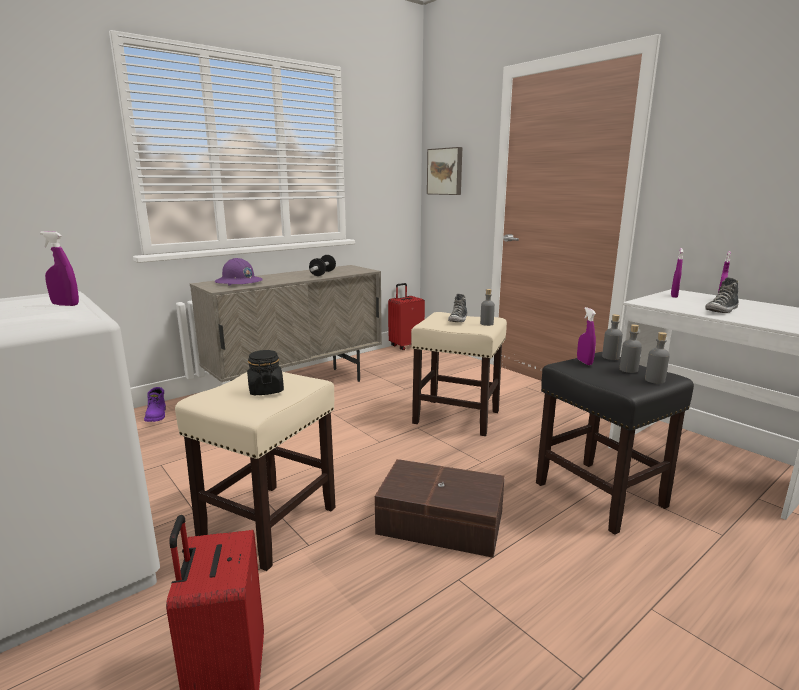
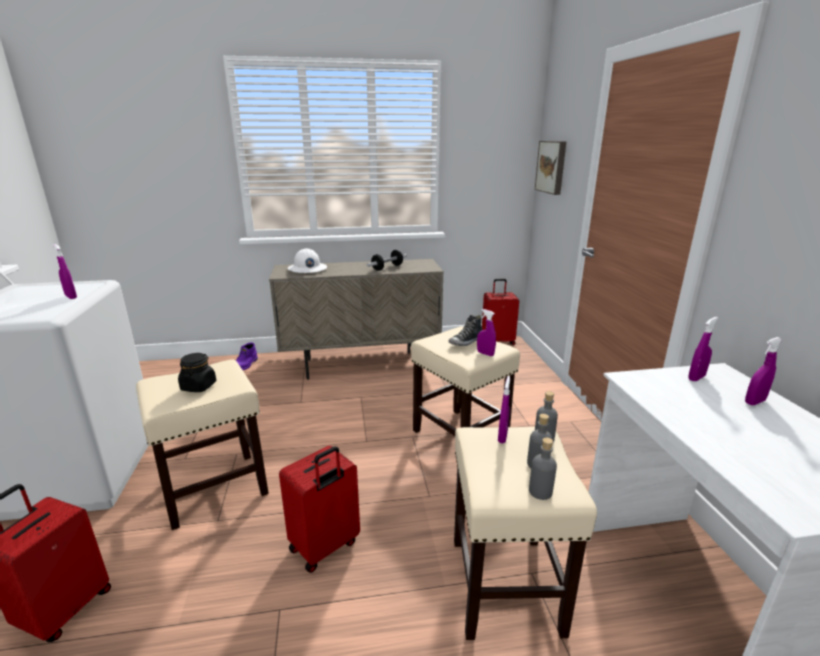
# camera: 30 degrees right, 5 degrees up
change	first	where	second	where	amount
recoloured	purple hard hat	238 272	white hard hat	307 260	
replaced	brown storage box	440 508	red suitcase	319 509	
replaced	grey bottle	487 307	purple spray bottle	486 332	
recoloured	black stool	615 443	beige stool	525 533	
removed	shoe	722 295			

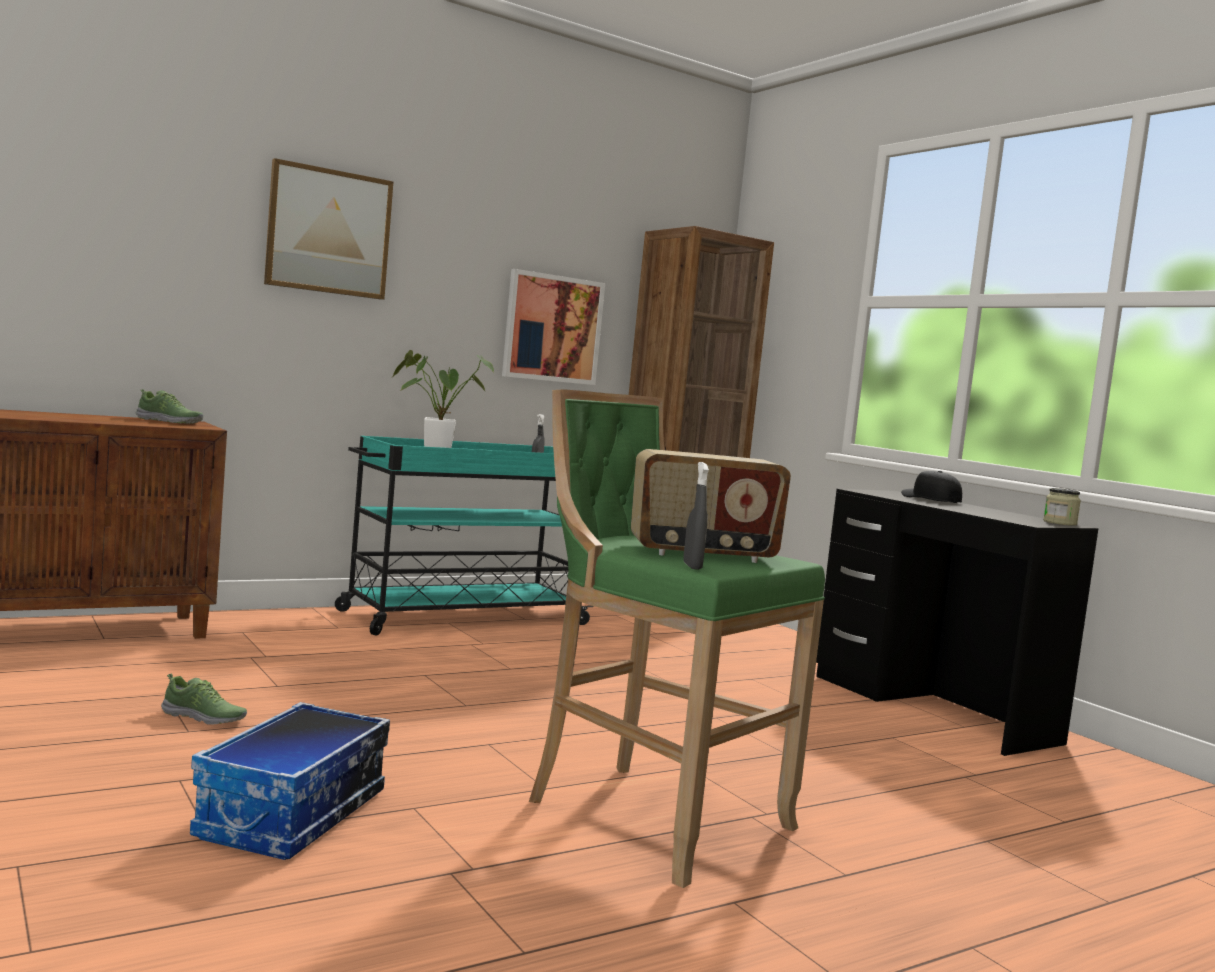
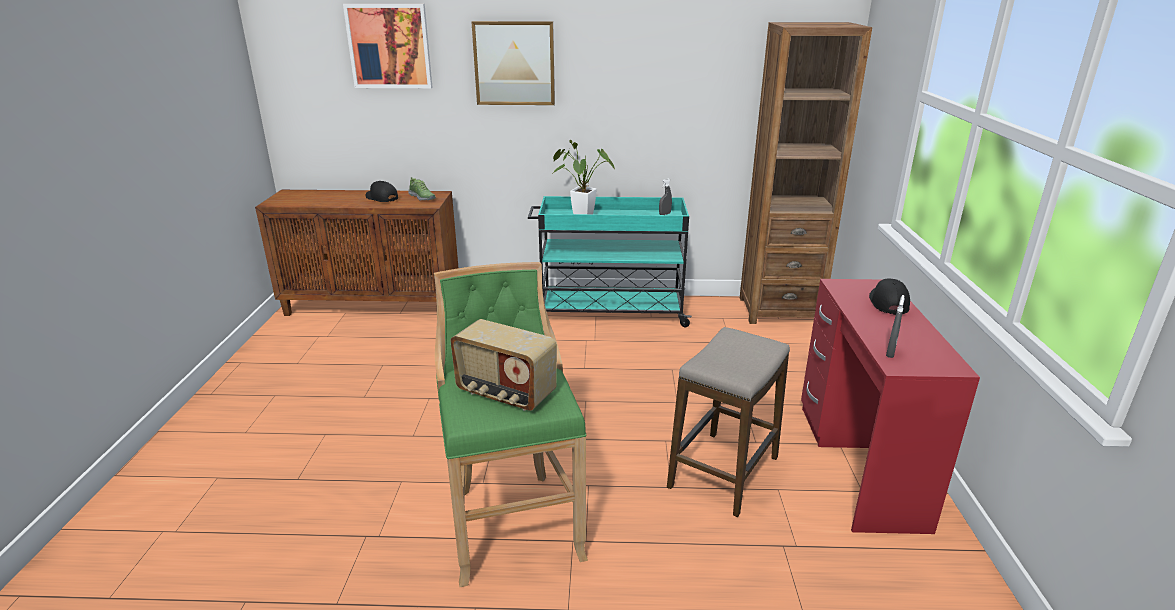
# camera: 35 degrees right, 20 degrees up
change	first	where	second	where	amount
removed	shoe	204 699			
removed	storage box	290 781			
moved	picture	553 327		388 46	
moved	grey spray bottle	696 516		895 326	
recoloured	black desk	957 622	red desk	890 406	
removed	jar	1062 507			
added			black cap	381 191	
added			stool	728 422	

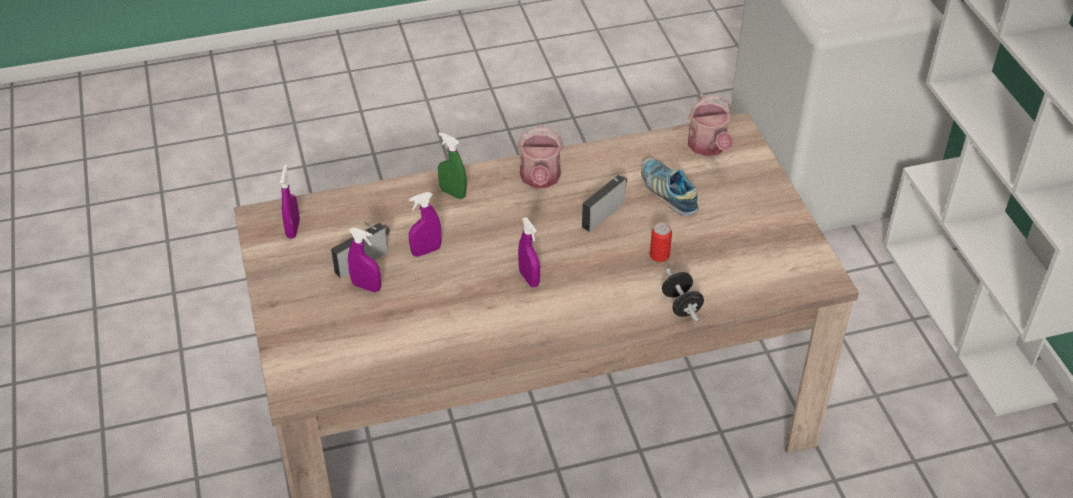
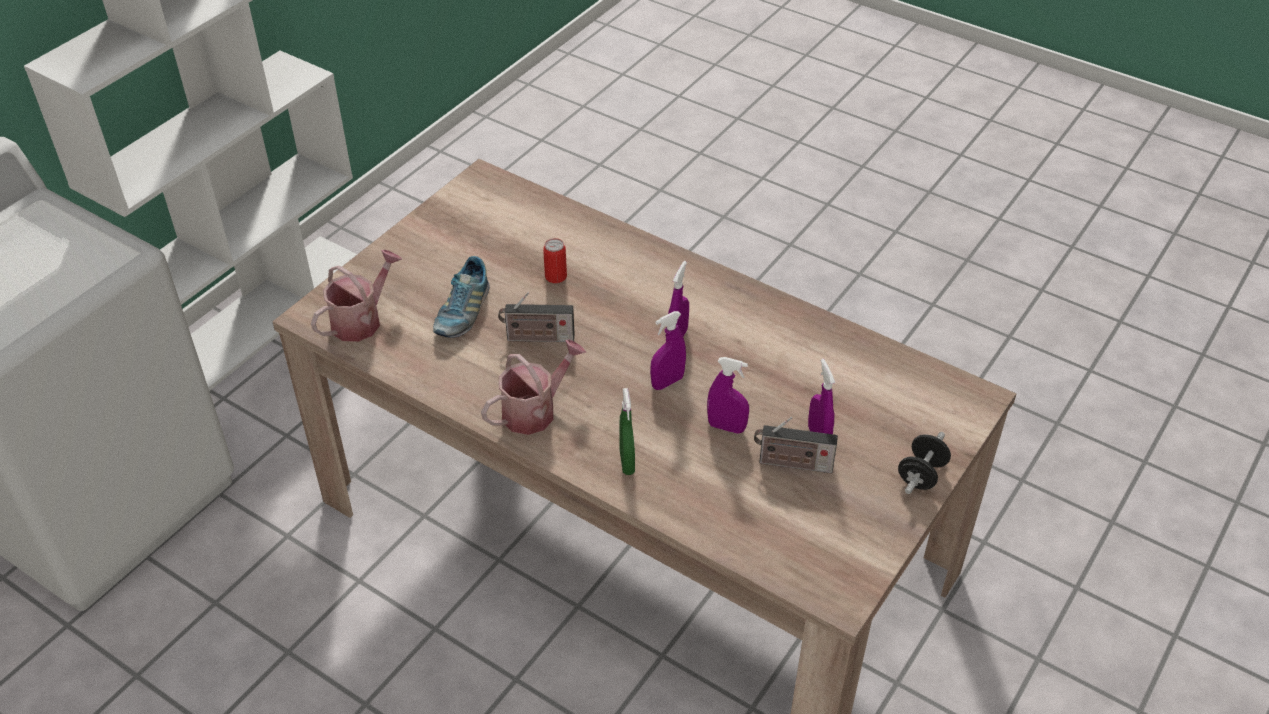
# camera: 130 degrees left, 0 degrees up
change	first	where	second	where	amount
moved	purple spray bottle	290 201		668 350	
moved	black dumbbell	683 295		924 463	

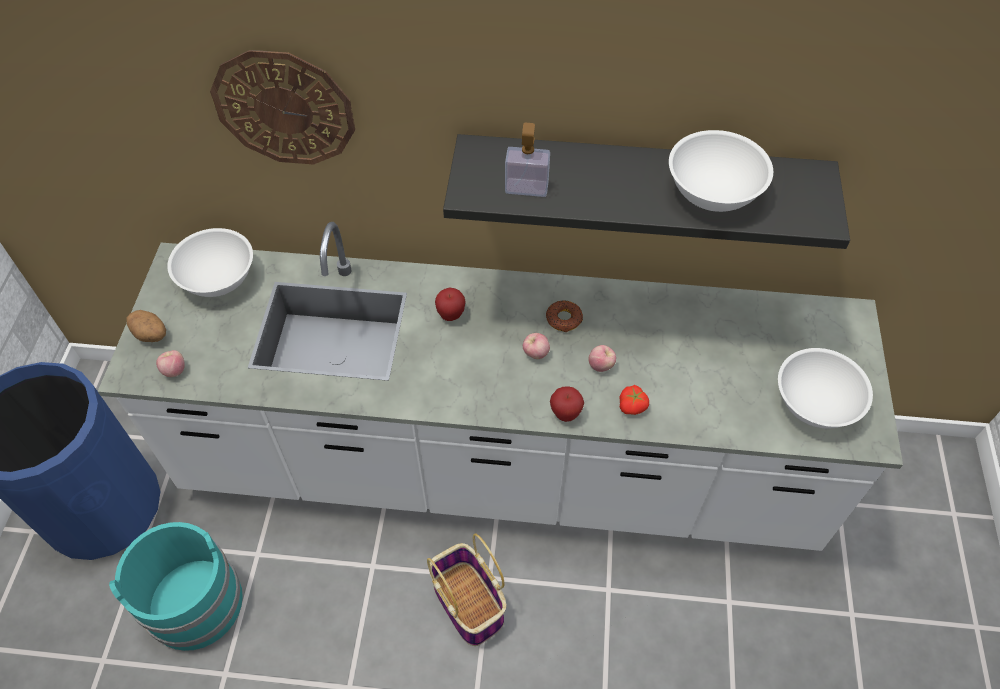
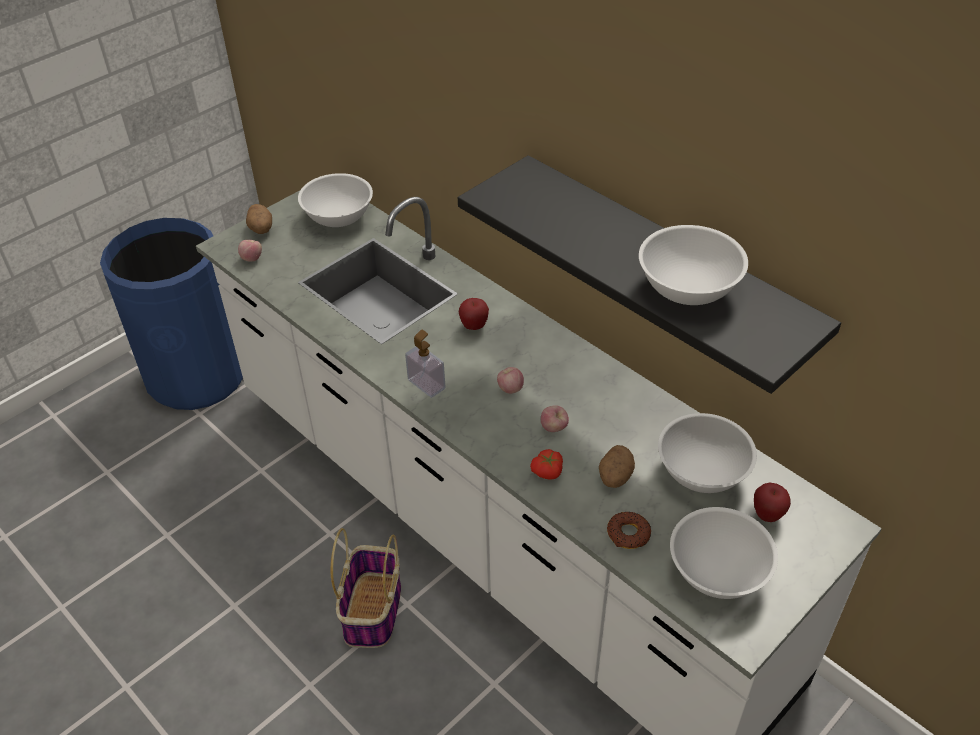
# camera: 40 degrees right, 10 degrees down
change	first	where	second	where	amount
removed	turquoise bucket	176 586			
removed	wall clock	282 107			
moved	soap dispenser	527 160		425 364	
moved	donut	564 316		629 530	
moved	apple	567 404		772 502	
added			potato	617 466	
added			white bowl	707 453	

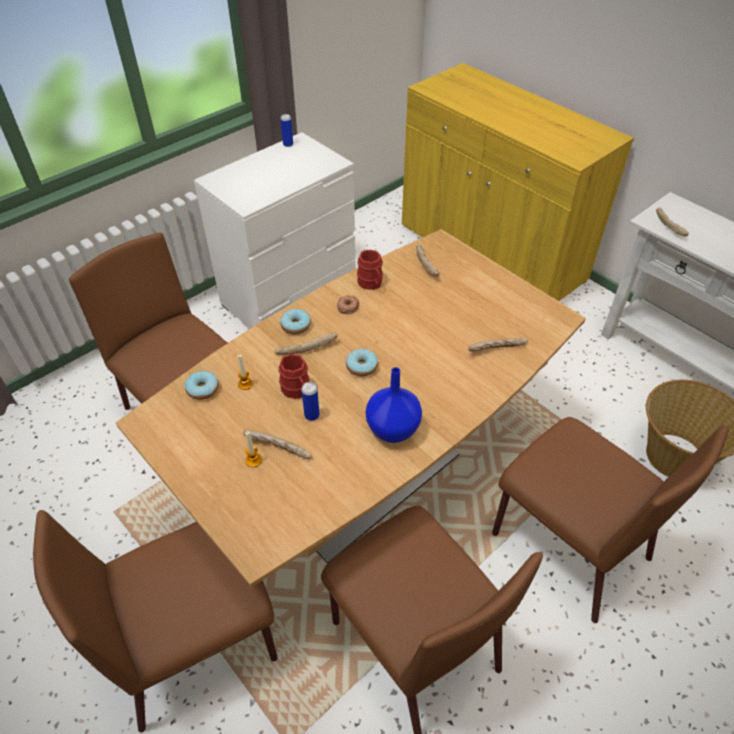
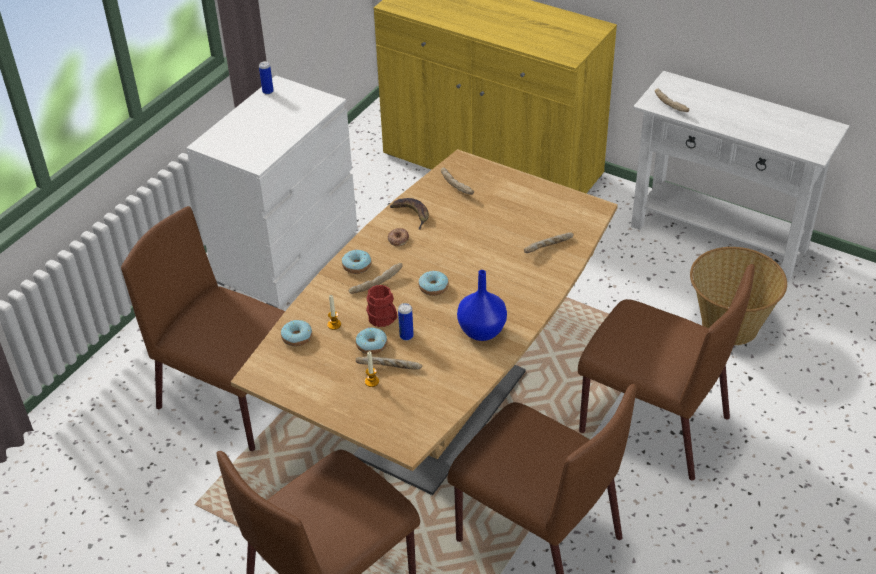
# camera: 15 degrees left, 5 degrees down
change	first	where	second	where	amount
replaced	red mug	370 270	banana	409 214	
added			donut	371 341	

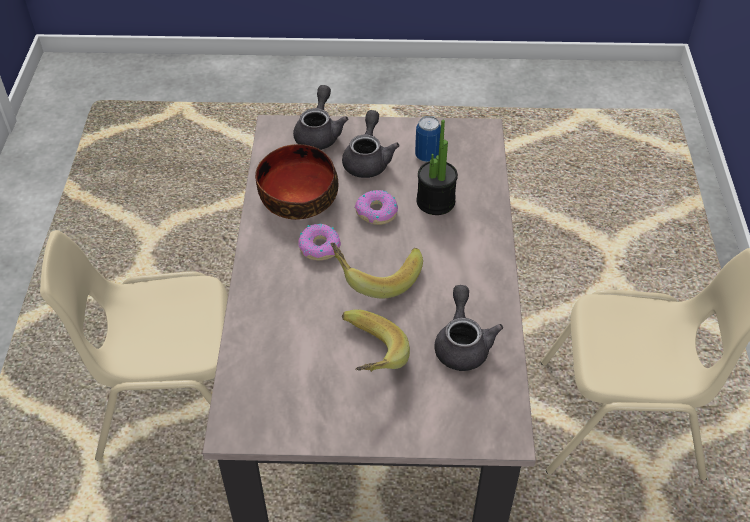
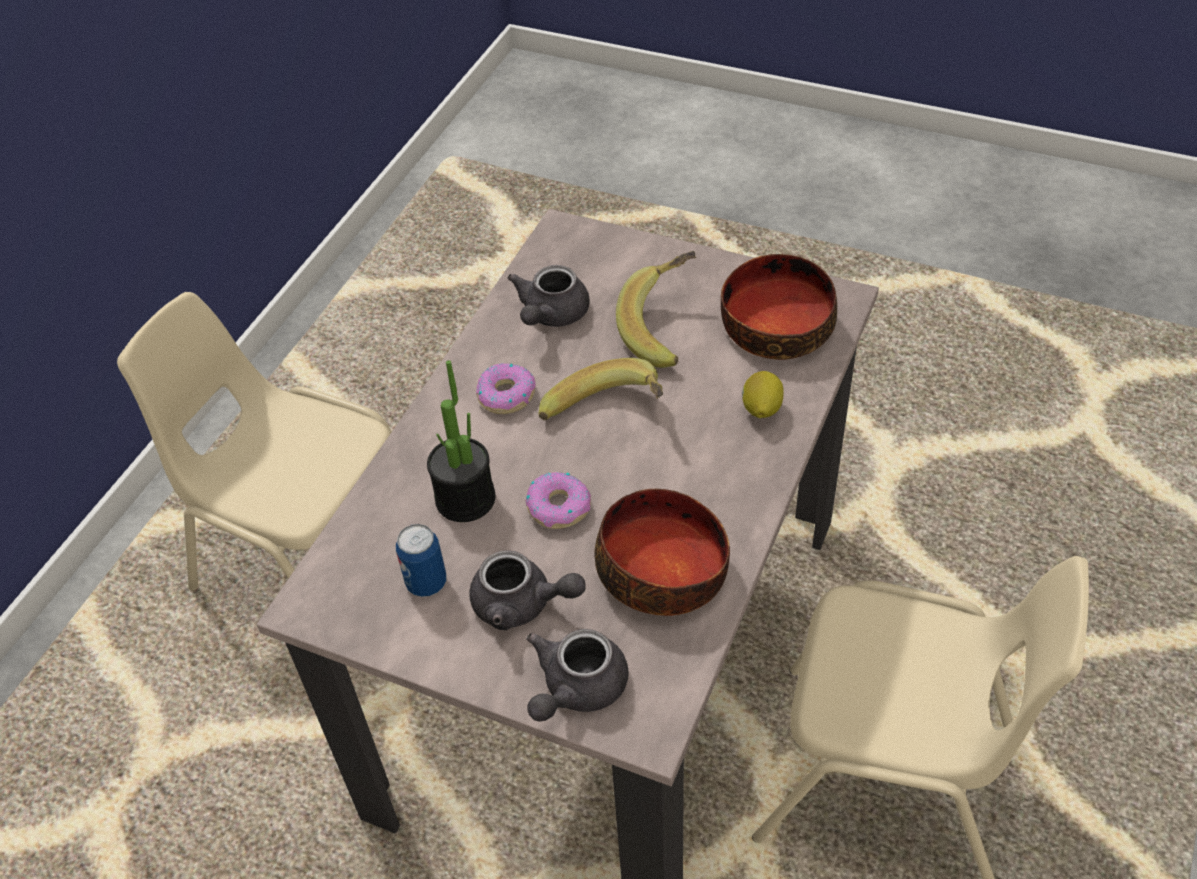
# camera: 155 degrees left, 0 degrees up
change	first	where	second	where	amount
moved	donut	319 242		506 388	
turned	grey teapot	370 144		527 590	105 degrees counterclockwise
added			bowl	779 307	
added			lemon	763 394	

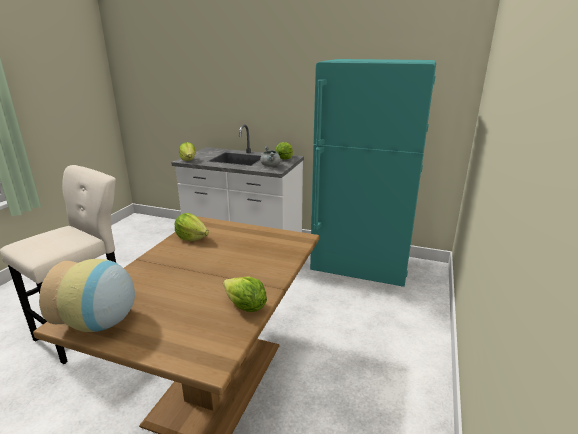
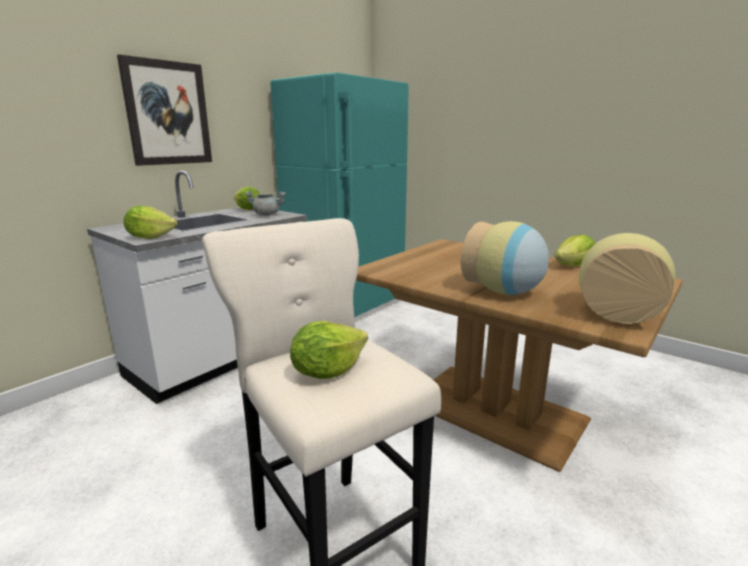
# camera: 70 degrees left, 5 degrees down
change	first	where	second	where	amount
moved	lettuce	192 227		329 350	
added			picture	164 110	
added			vase	505 258	

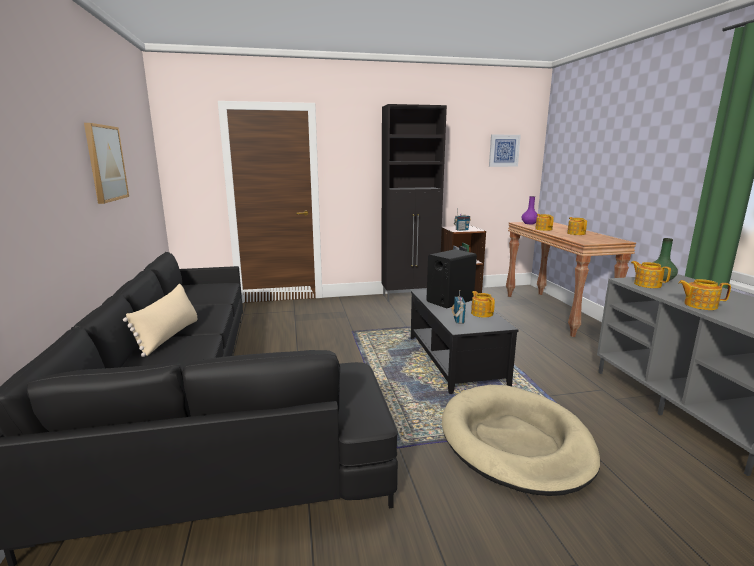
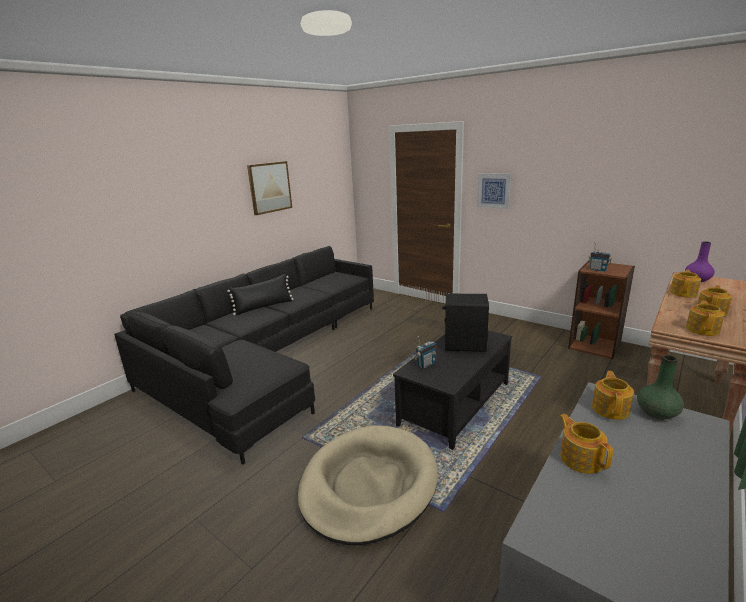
# camera: 50 degrees right, 5 degrees up
change	first	where	second	where	amount
recoloured	beige pillow	160 320	black pillow	260 294	
removed	black cabinet	414 203			
moved	teapot	483 304		705 318	
moved	picture	505 151		494 191	

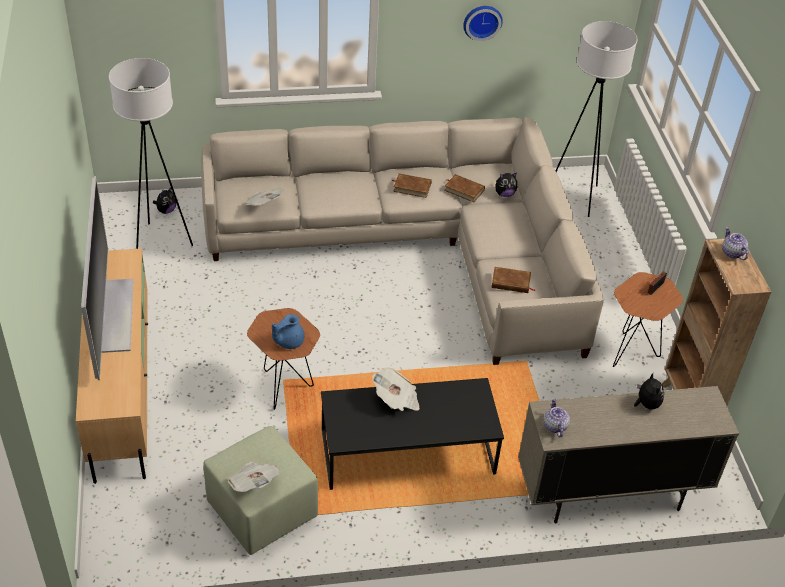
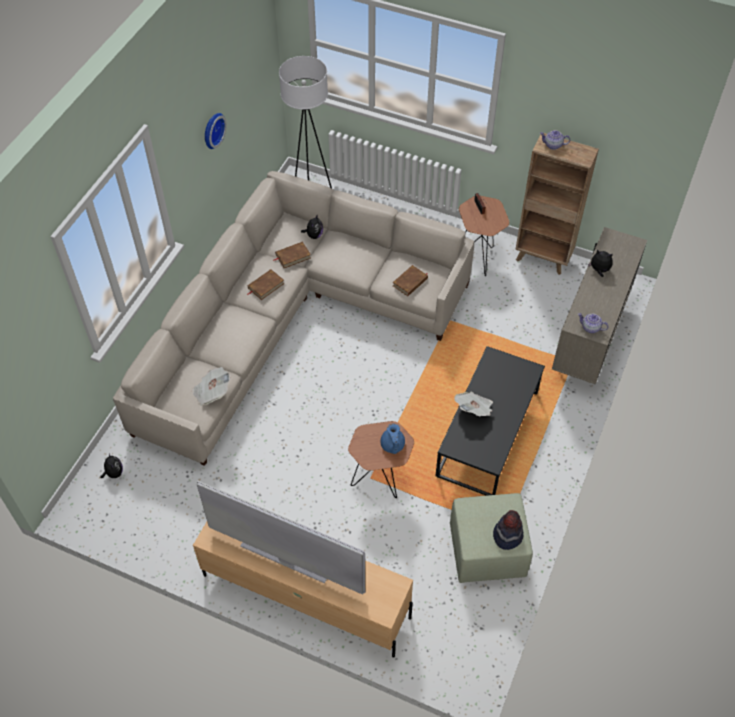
# camera: 55 degrees left, 10 degrees up
change	first	where	second	where	amount
removed	white floor lamp	151 153			
replaced	newspaper	253 476	hat	508 530	

